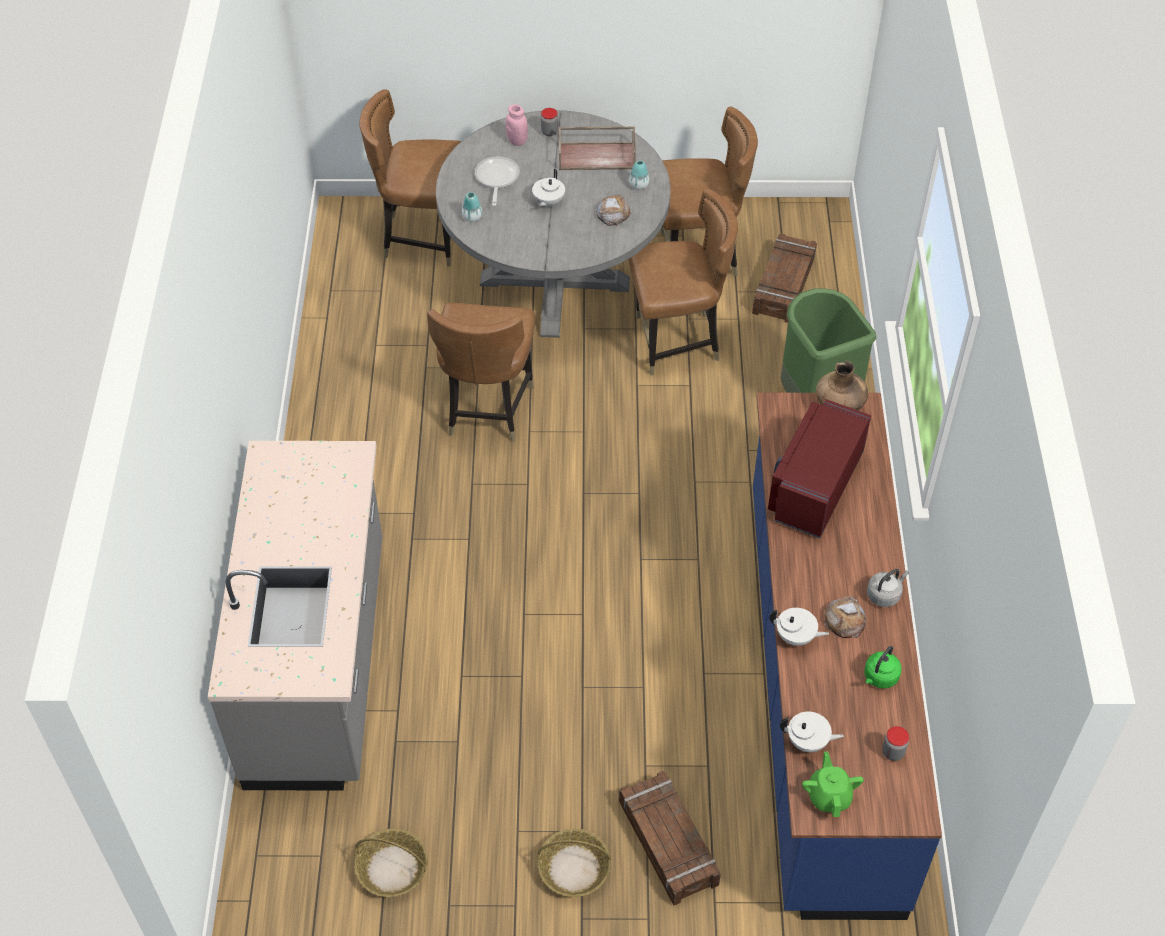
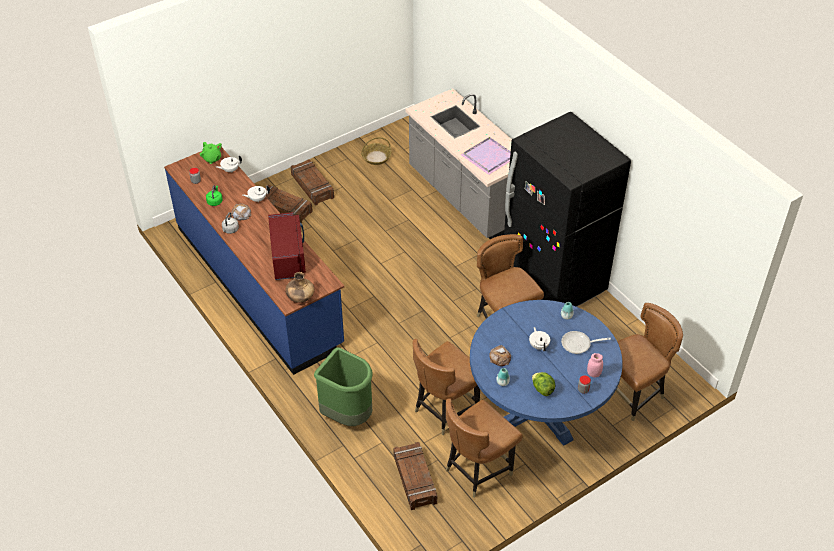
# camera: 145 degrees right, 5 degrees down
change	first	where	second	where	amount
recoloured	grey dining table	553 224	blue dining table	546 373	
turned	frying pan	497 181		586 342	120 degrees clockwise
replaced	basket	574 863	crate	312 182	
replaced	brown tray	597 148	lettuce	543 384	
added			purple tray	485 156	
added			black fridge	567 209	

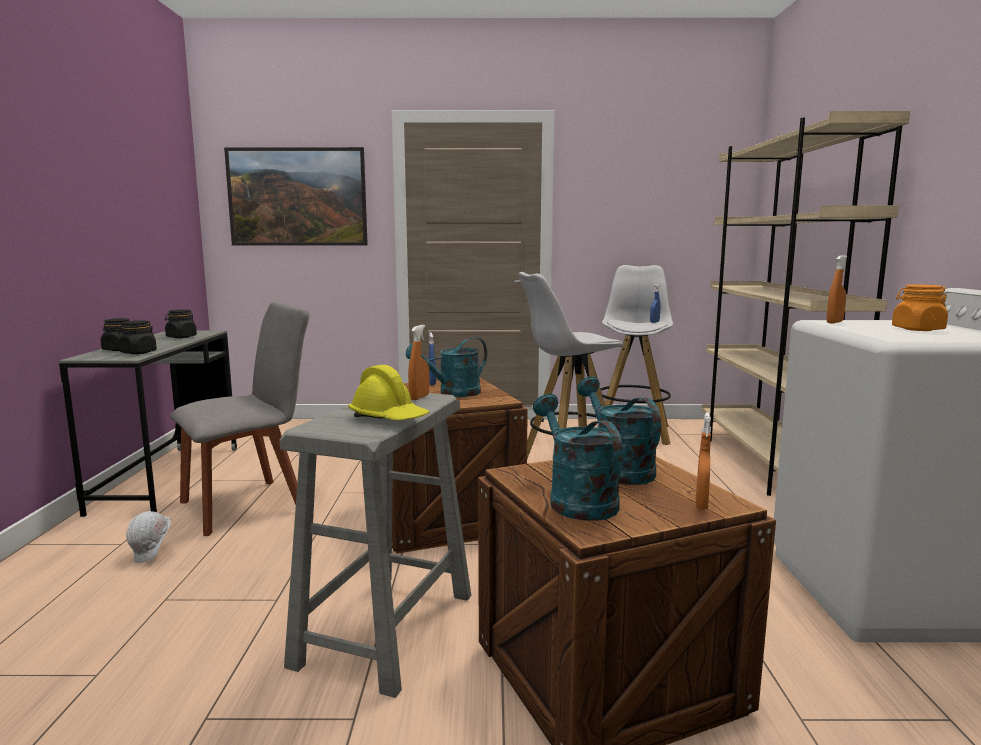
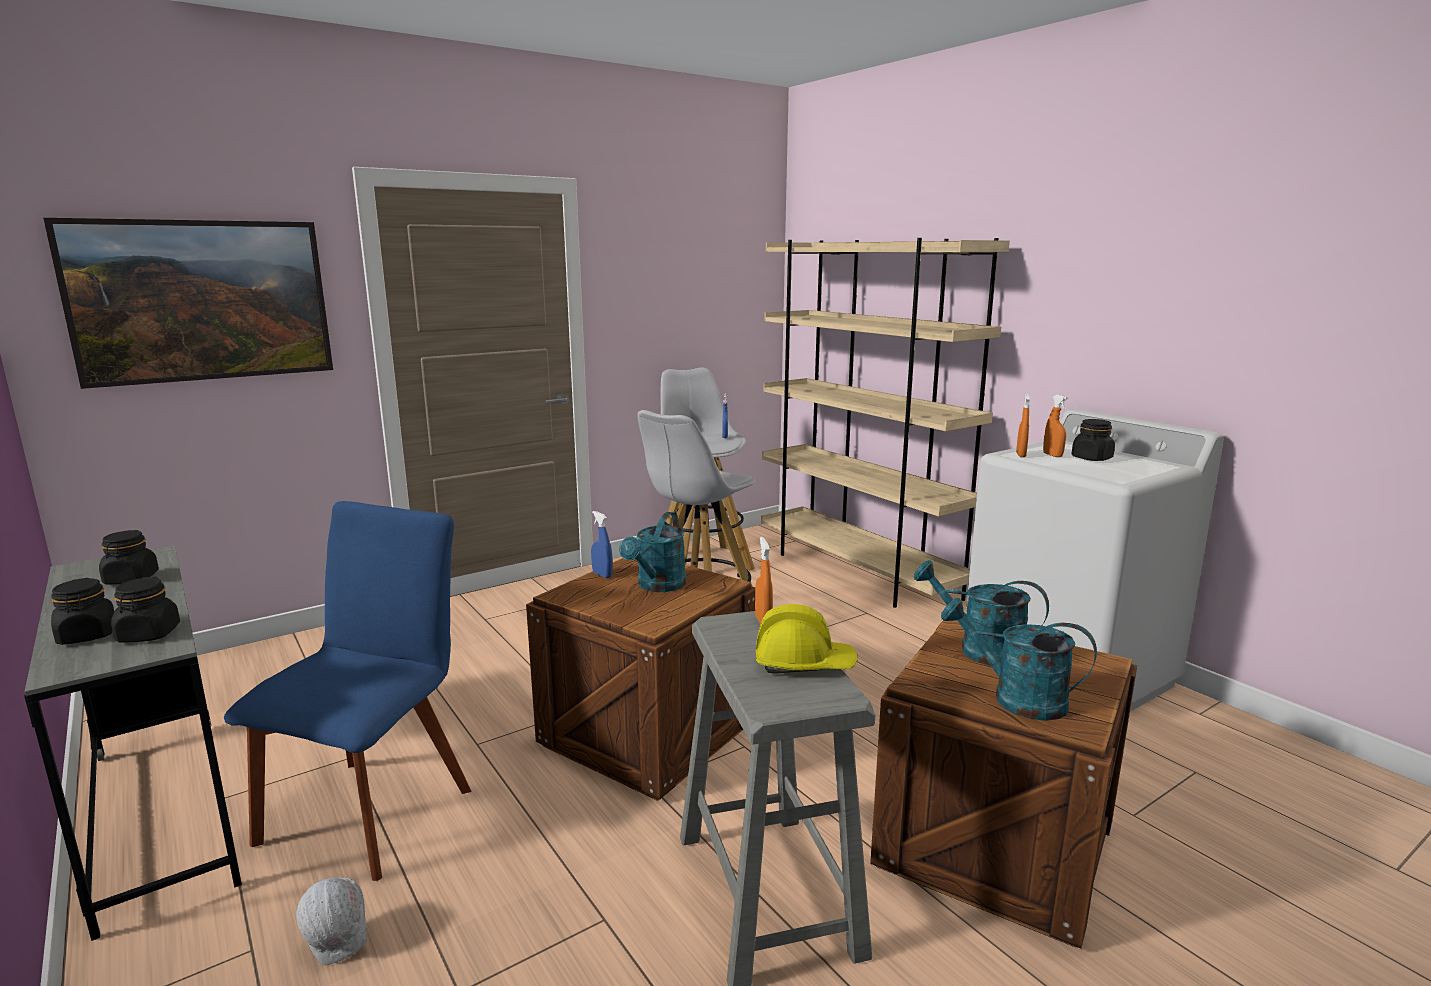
# camera: 35 degrees left, 5 degrees up
change	first	where	second	where	amount
recoloured	grey chair	239 419	blue chair	348 691	
moved	orange spray bottle	703 461		1055 426	
recoloured	orange jar	920 307	black jar	1093 440	

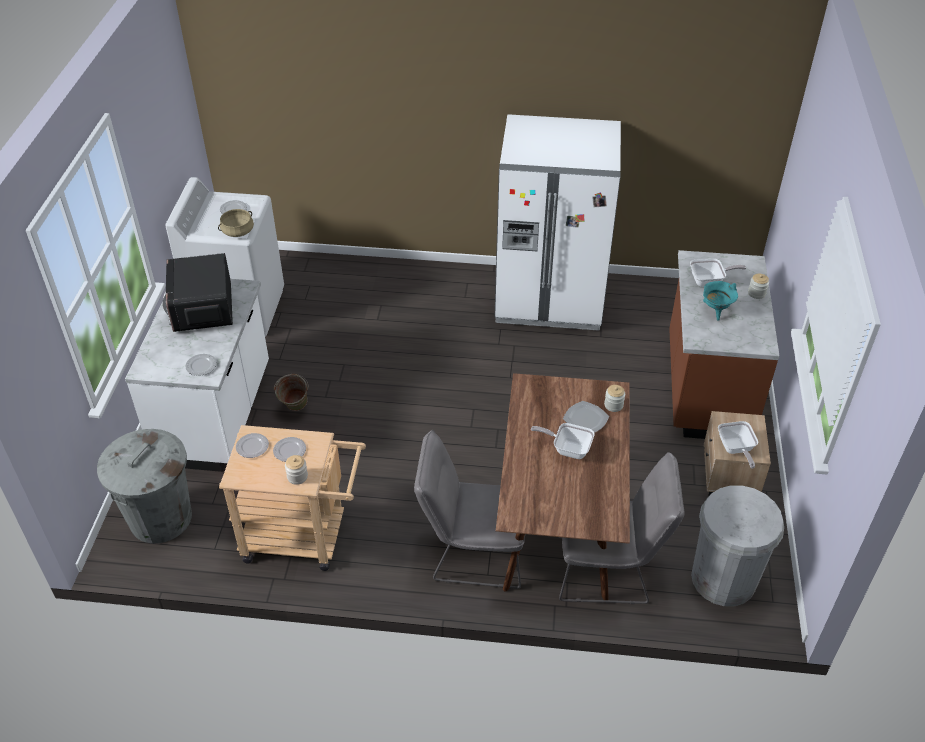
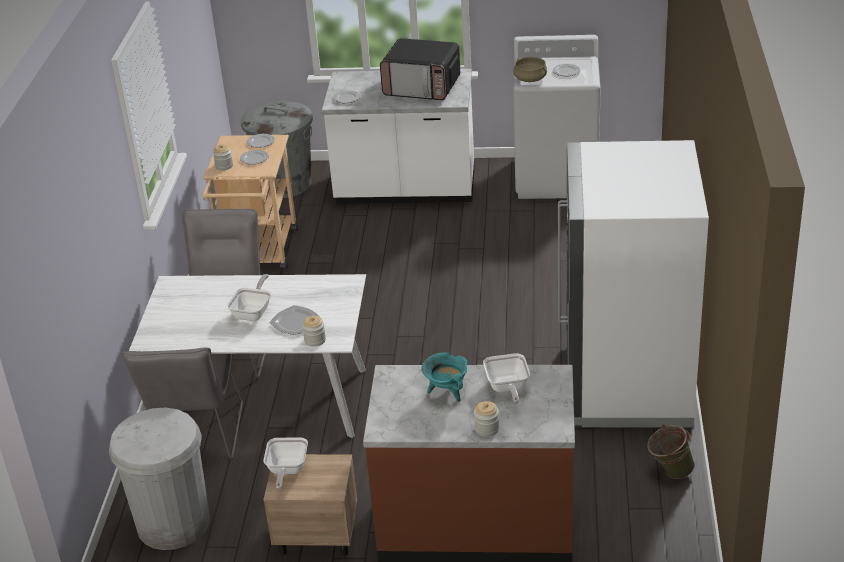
# camera: 90 degrees right, 10 degrees down
change	first	where	second	where	amount
turned	microwave	198 292		420 69	150 degrees counterclockwise
moved	green bucket	291 392		671 451	
recoloured	brown dining table	563 486	white dining table	247 356	
turned	frying pan	738 445		285 463	75 degrees counterclockwise

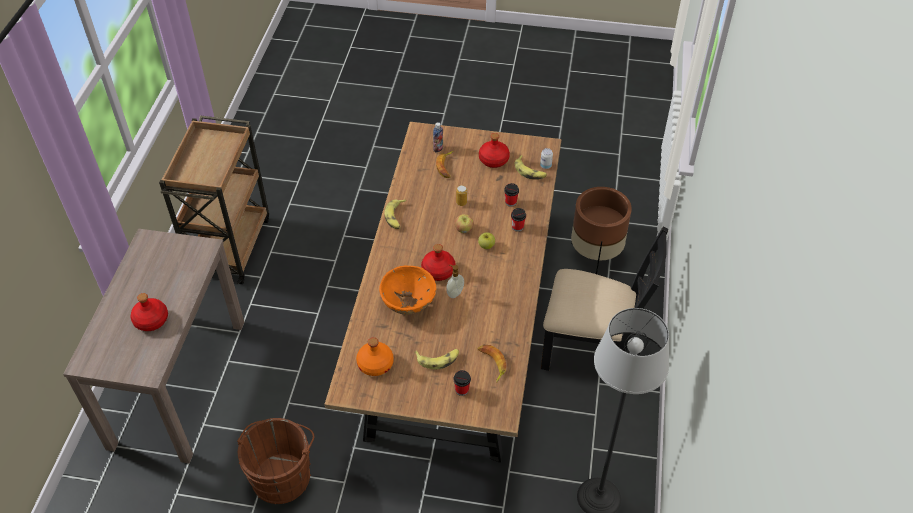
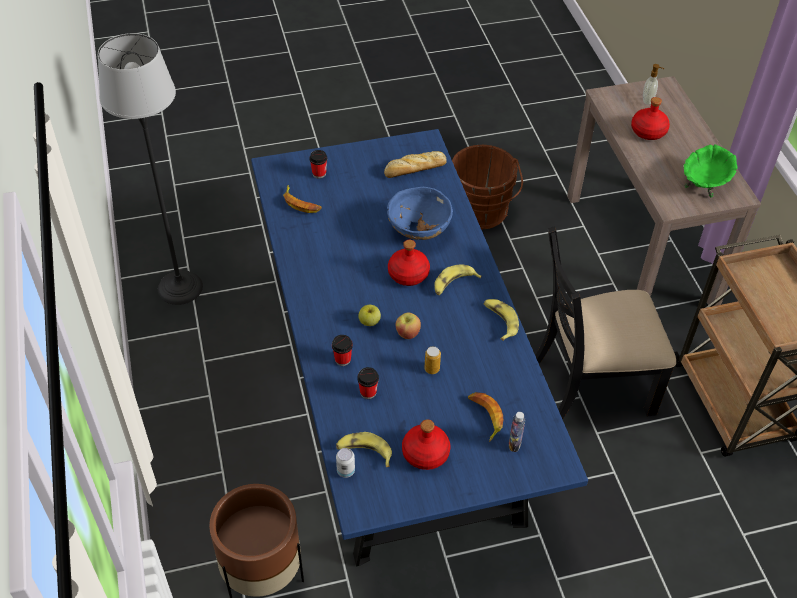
# camera: 155 degrees right, 0 degrees up
change	first	where	second	where	amount
recoloured	brown dining table	443 292	blue dining table	419 348	
replaced	orange bottle	374 356	bread	415 164	
recoloured	orange bowl	407 290	blue bowl	420 213	
moved	banana	437 359		458 280	
moved	soap dispenser	455 281		653 84	
moved	black chair	604 299		605 323	
added			green bowl	710 171	

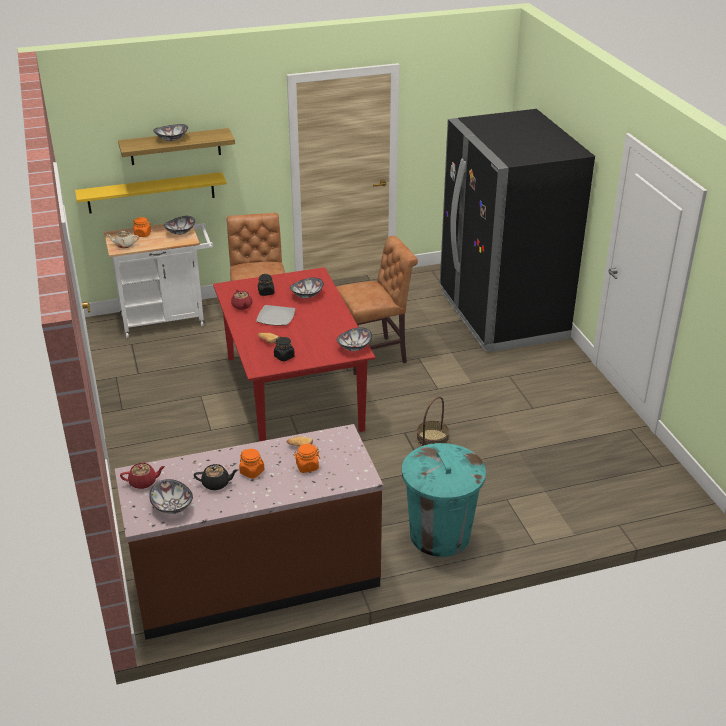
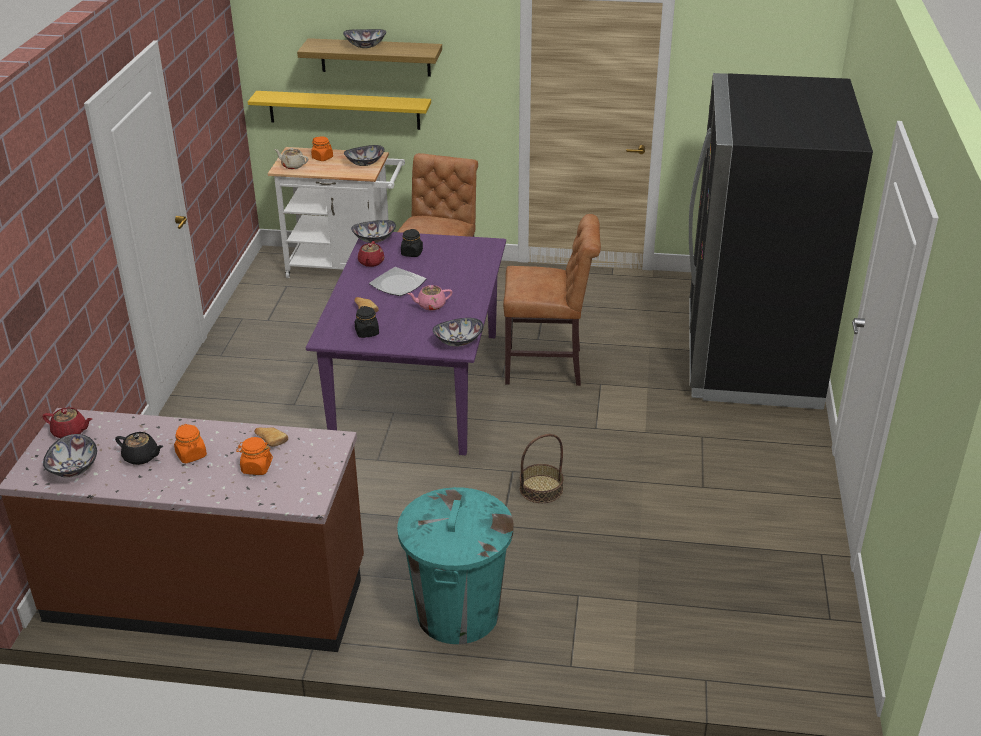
# camera: 25 degrees right, 0 degrees up
change	first	where	second	where	amount
recoloured	red dining table	294 354	purple dining table	406 343	
moved	bowl	307 288		373 231	
added			pink teapot	429 297	

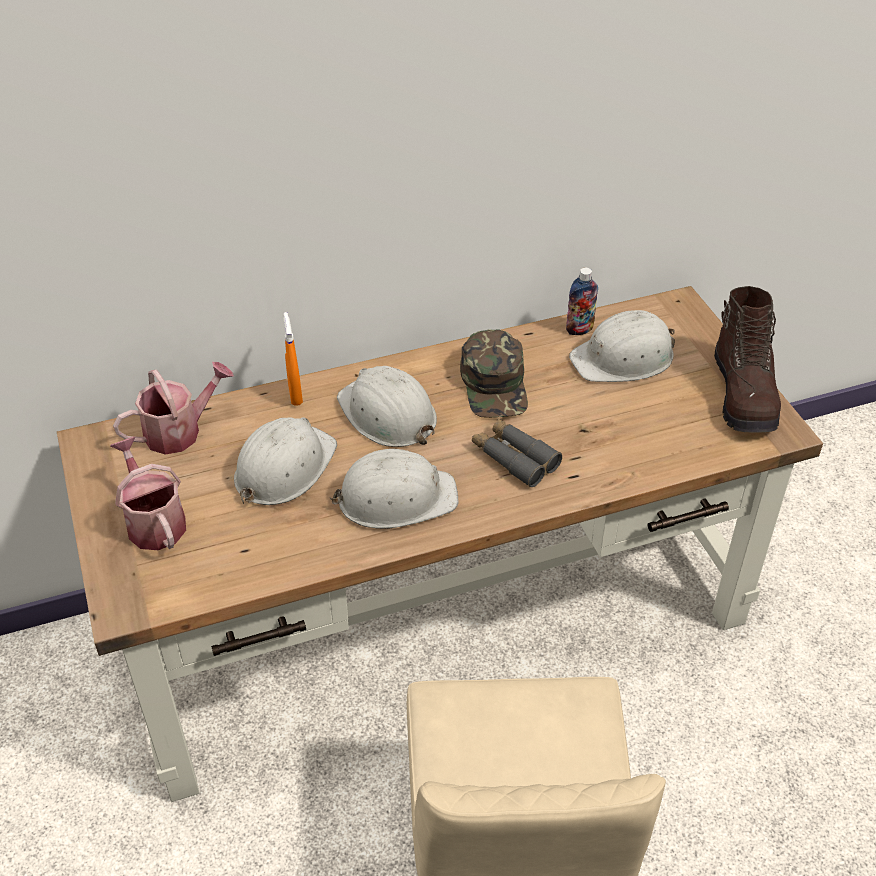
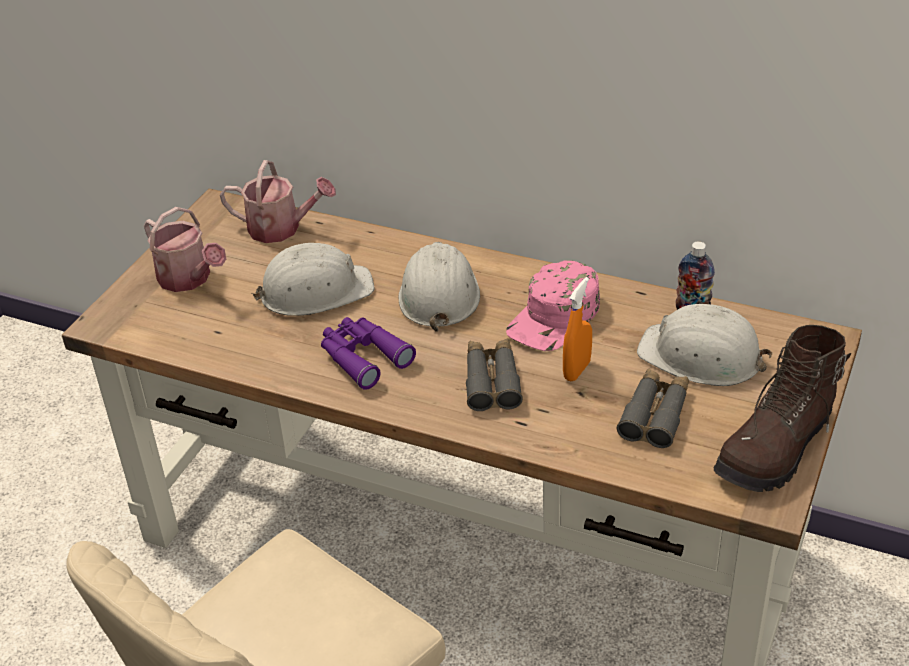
# camera: 45 degrees right, 5 degrees down
change	first	where	second	where	amount
turned	watering can	148 493		185 249	120 degrees clockwise
moved	orange spray bottle	293 359		577 329	
replaced	white hard hat	395 489	purple binoculars	368 353	
recoloured	green cap	494 374	pink cap	553 305	
added			grey binoculars	653 408	

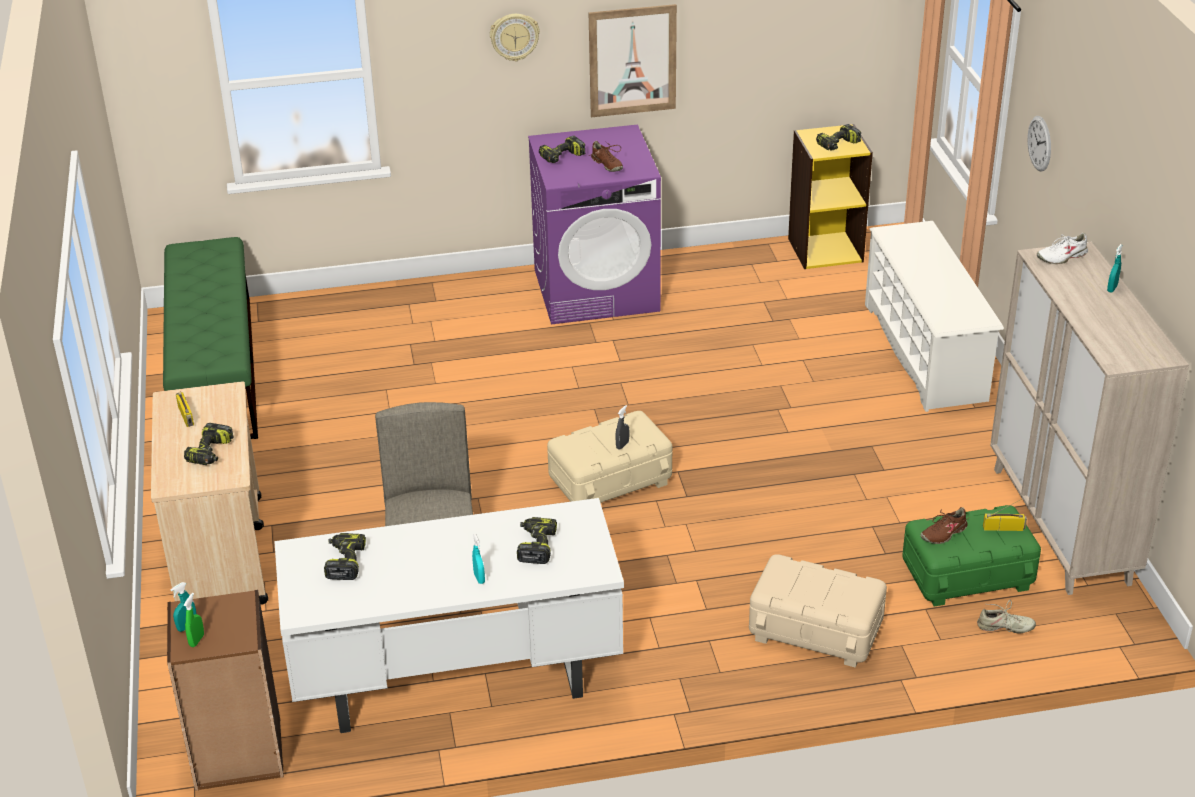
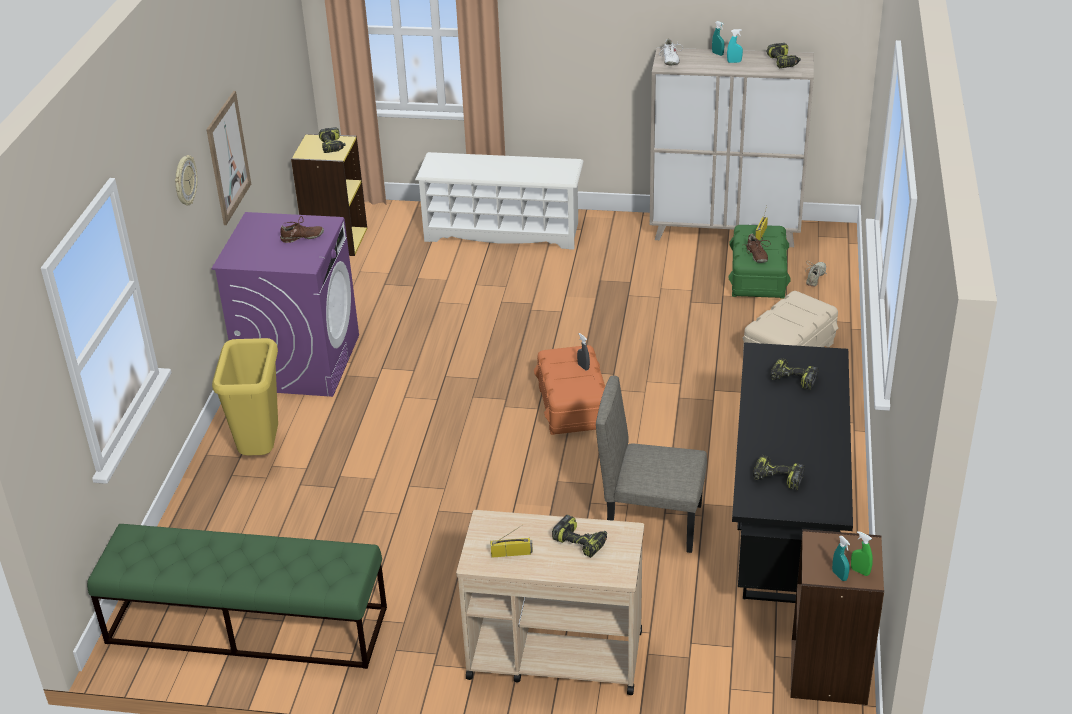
# camera: 70 degrees left, 0 degrees up
change	first	where	second	where	amount
recoloured	white desk	449 615	black desk	792 472	
moved	turquoise spray bottle	478 559		735 46	
moved	power drill	562 149		784 55	
recoloured	beige storage box	609 457	orange storage box	569 390	
removed	wall clock	1039 144			
added			yellow trash can	245 397	

